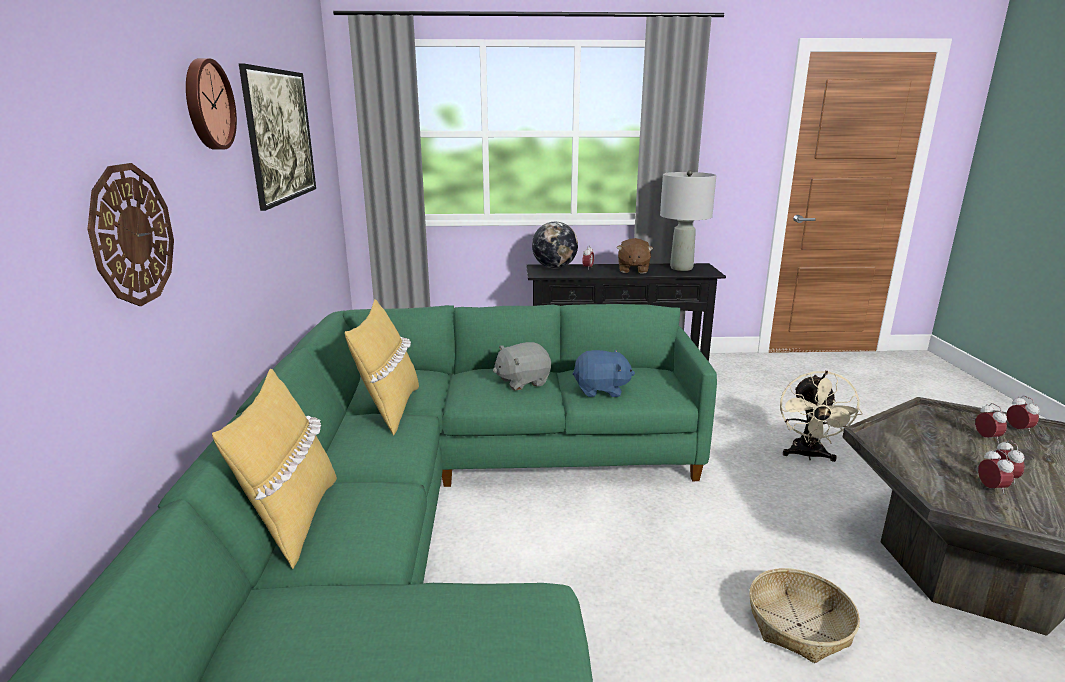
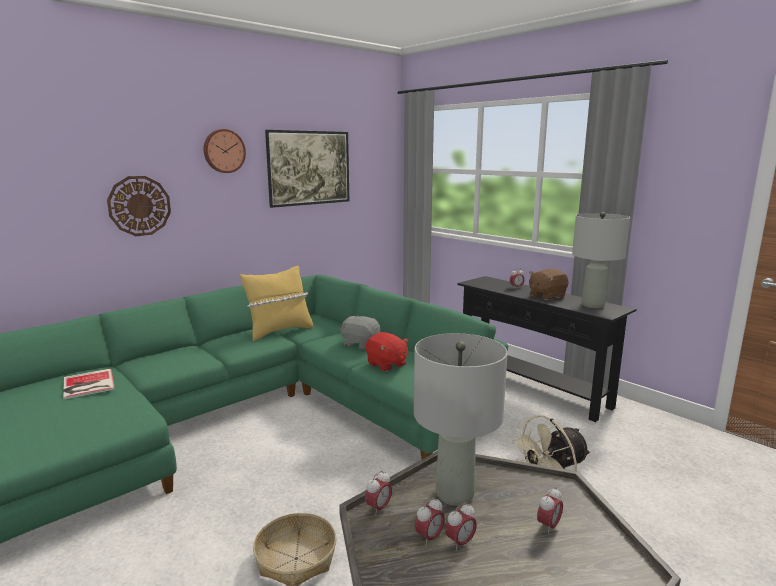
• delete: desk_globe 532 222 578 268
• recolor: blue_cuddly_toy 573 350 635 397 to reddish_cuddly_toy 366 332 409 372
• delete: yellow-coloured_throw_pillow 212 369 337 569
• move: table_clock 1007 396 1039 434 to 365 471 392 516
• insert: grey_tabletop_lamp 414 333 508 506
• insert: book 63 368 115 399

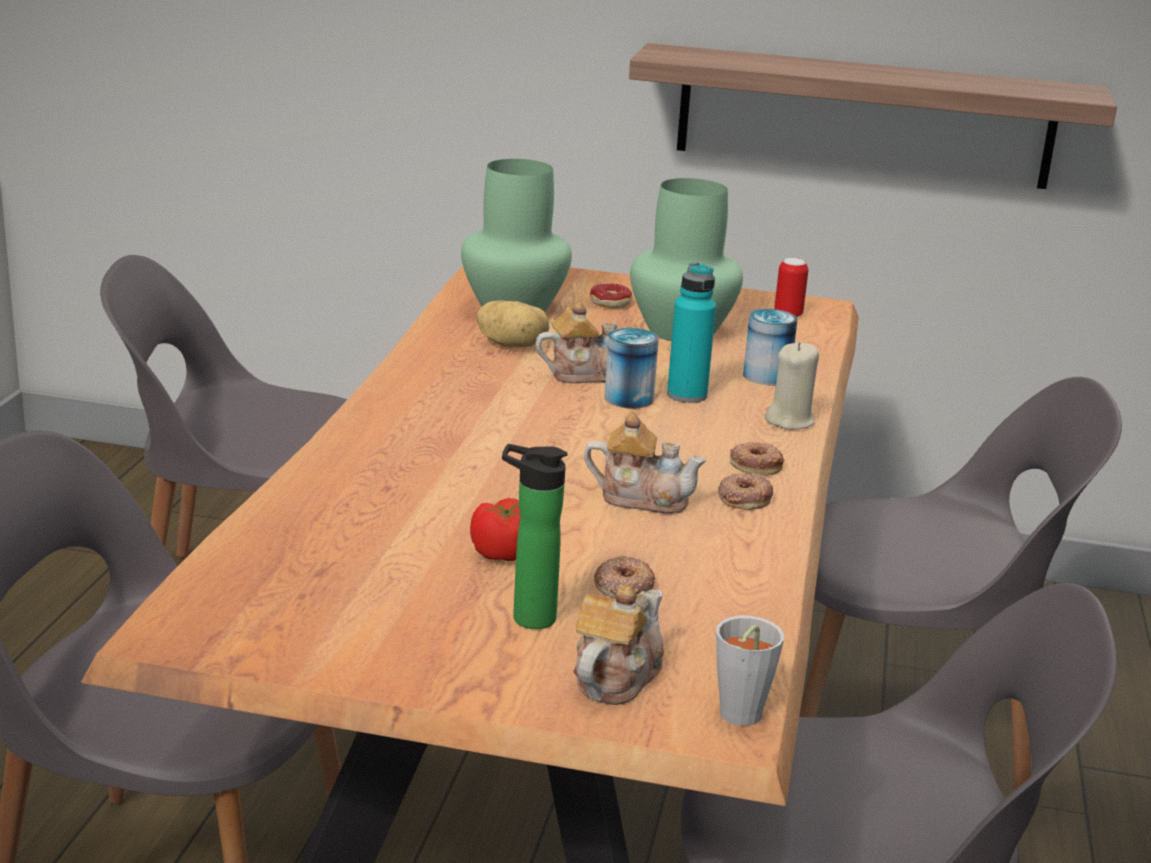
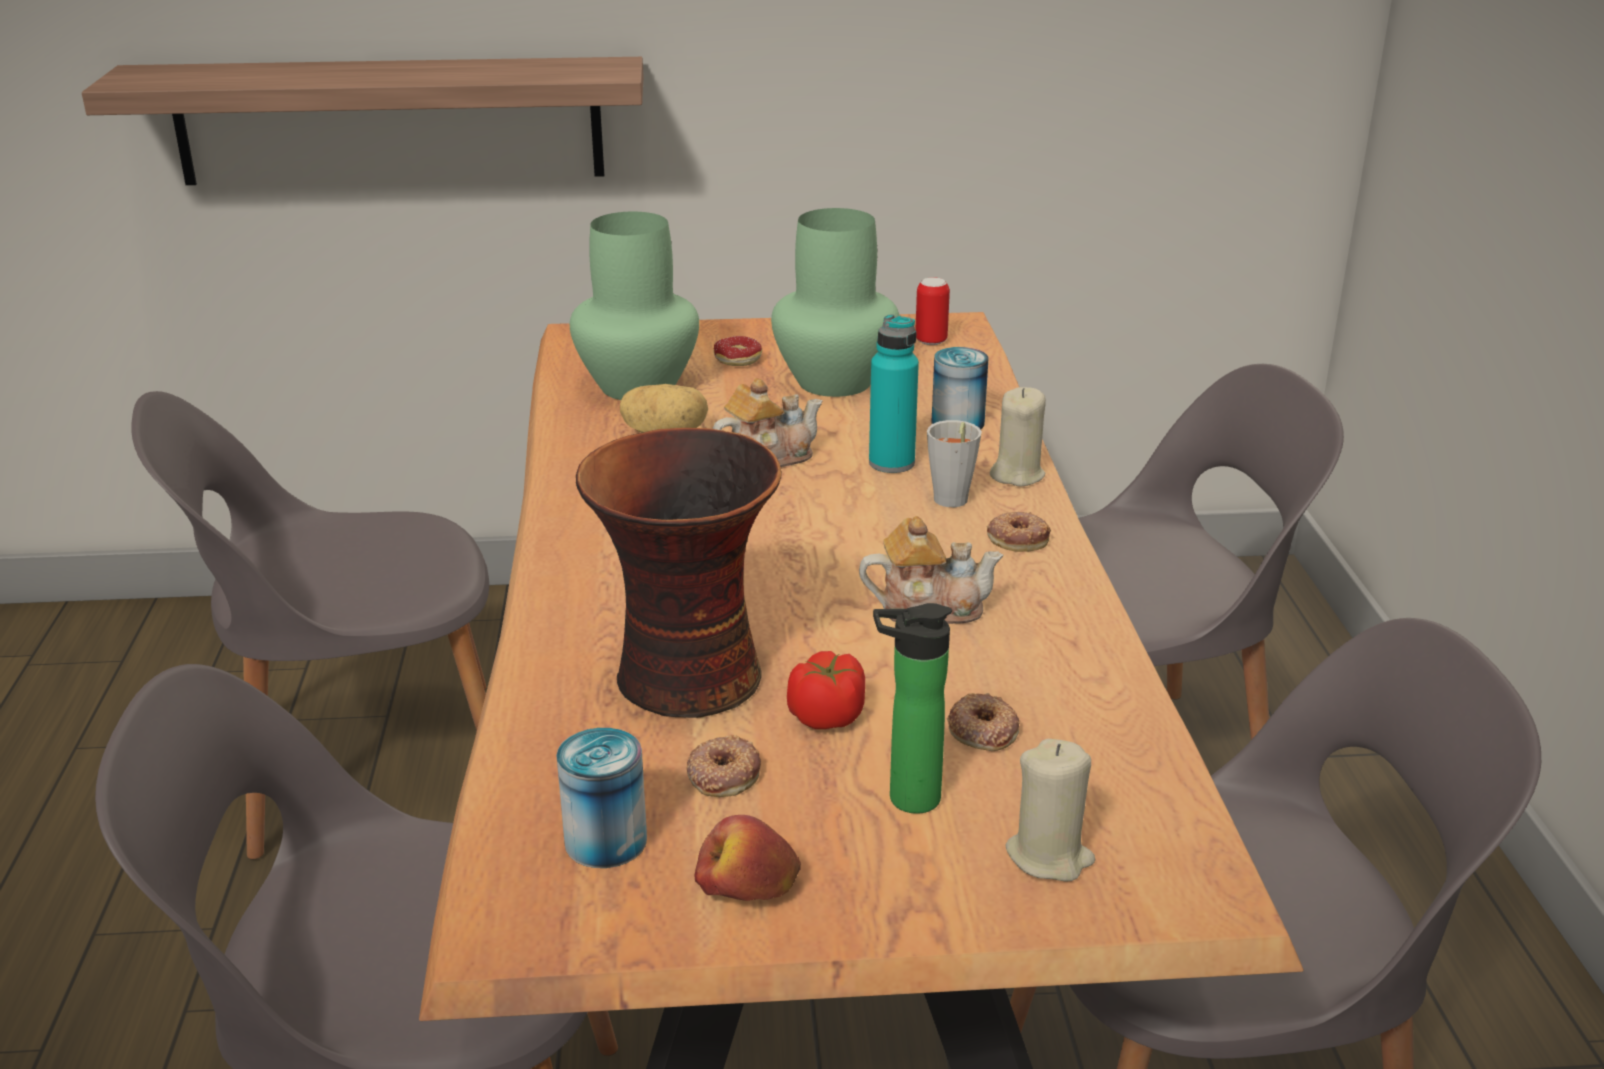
• move: wall_shelf 629 43 1117 189 to 82 57 644 185
• move: sealed_can 604 328 659 408 to 556 728 647 868
• move: ring_doughnut 718 473 773 510 to 686 735 761 797
• replace: tea_pot 573 585 664 705 to beige-coloured_candle 1005 739 1095 882
• move: grey_cup 716 616 784 726 to 927 420 982 507
• insert: flower_vase 576 428 782 718
• insert: apple_fruit 694 815 801 901

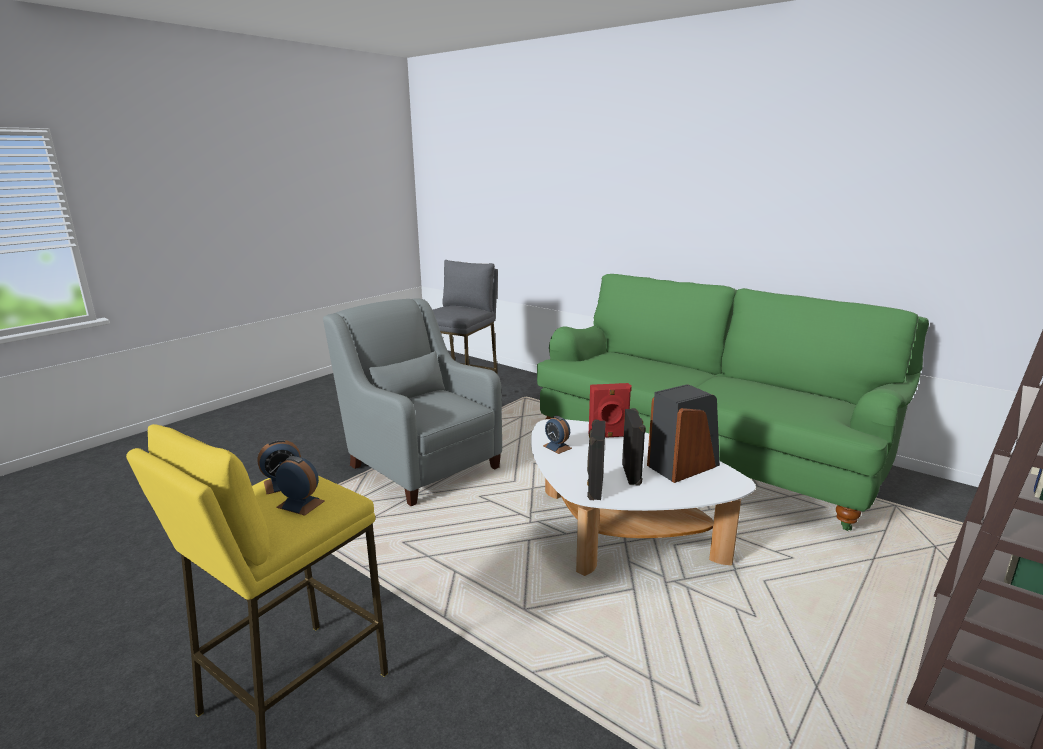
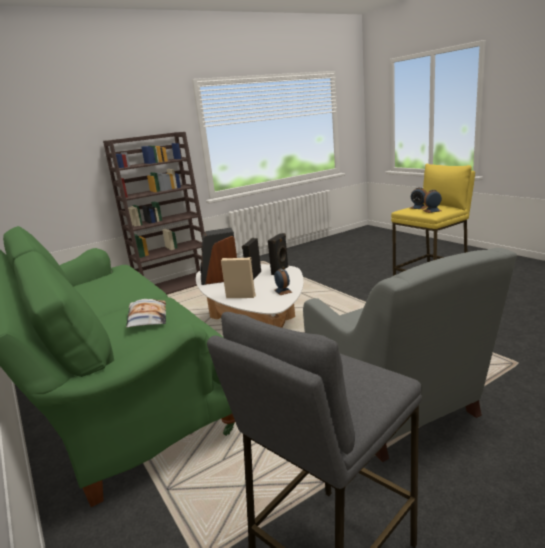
• recolor: reddish_audio_speaker 589 383 632 438 to beige-coloured_audio_speaker 221 257 256 298
• insert: throw_pillow 126 299 166 328

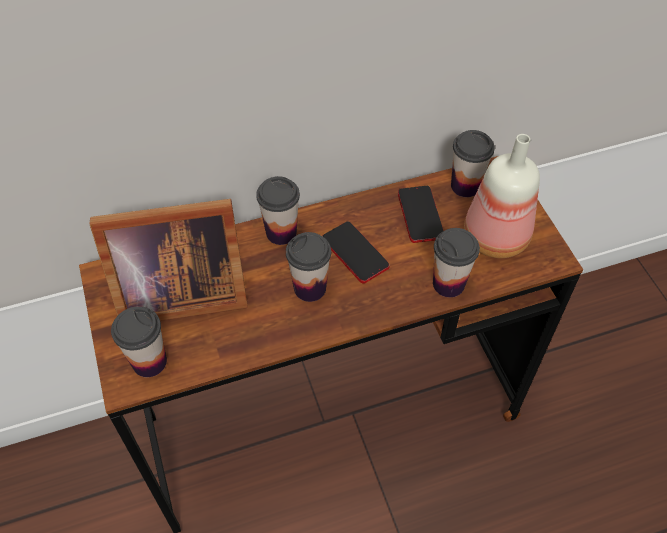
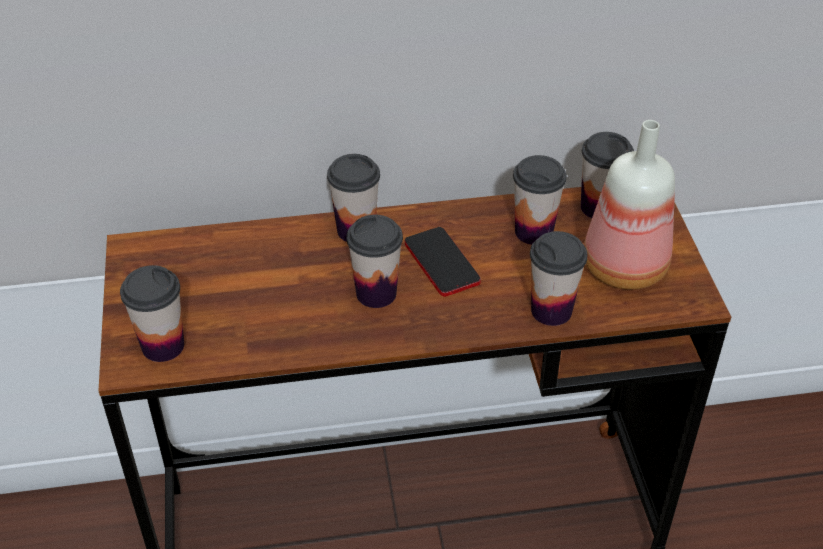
• replace: phone 398 186 443 243 to cup 513 155 566 245
• delete: picture_frame 89 199 248 321

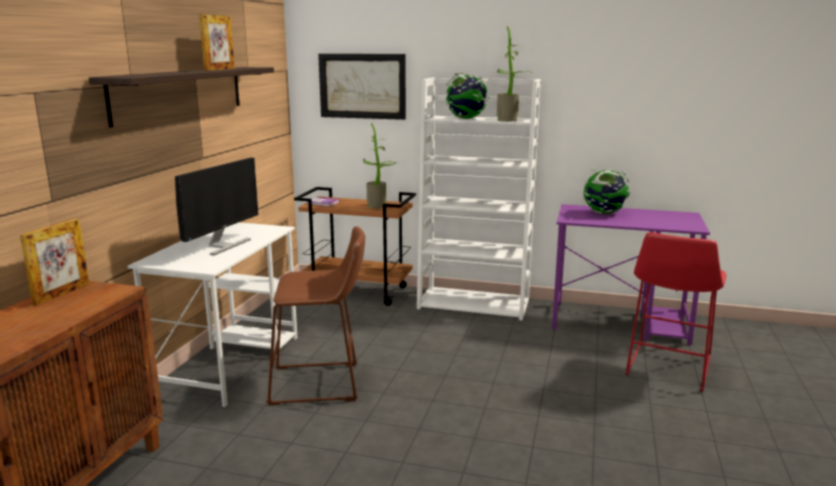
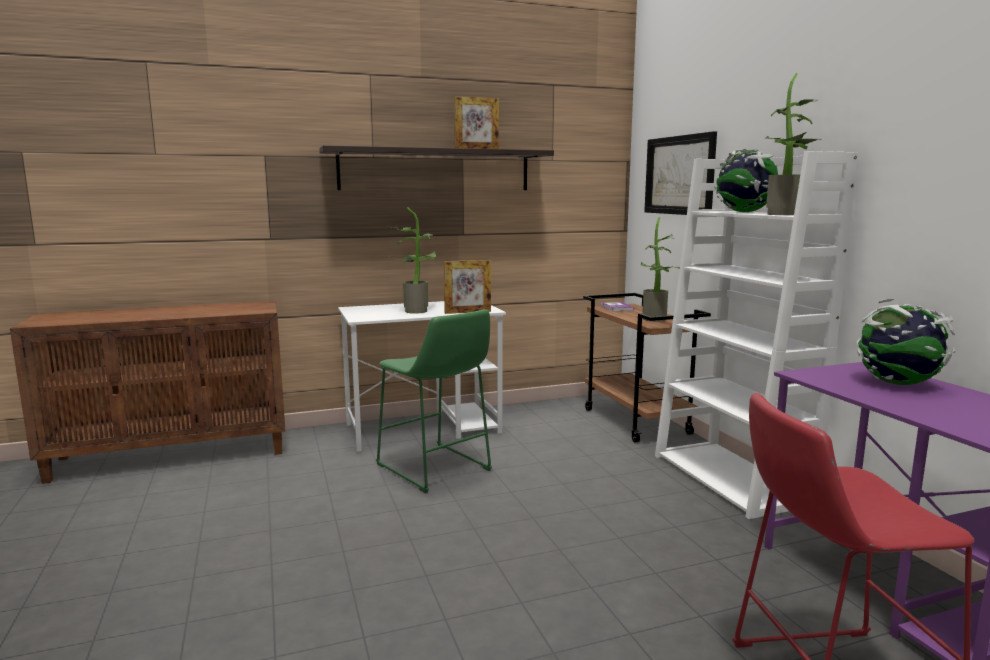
• replace: computer_screen 175 158 259 255 to houseplant 388 207 437 314
• move: picture_frame 20 219 89 306 to 444 260 491 314
• recolor: brown-coloured_stool_seat 266 226 365 405 to greenish_stool_seat 376 309 492 494

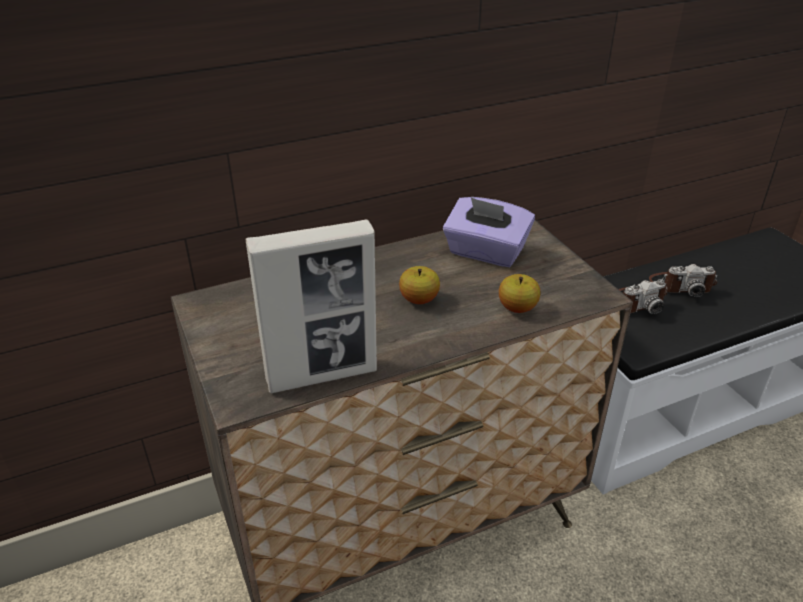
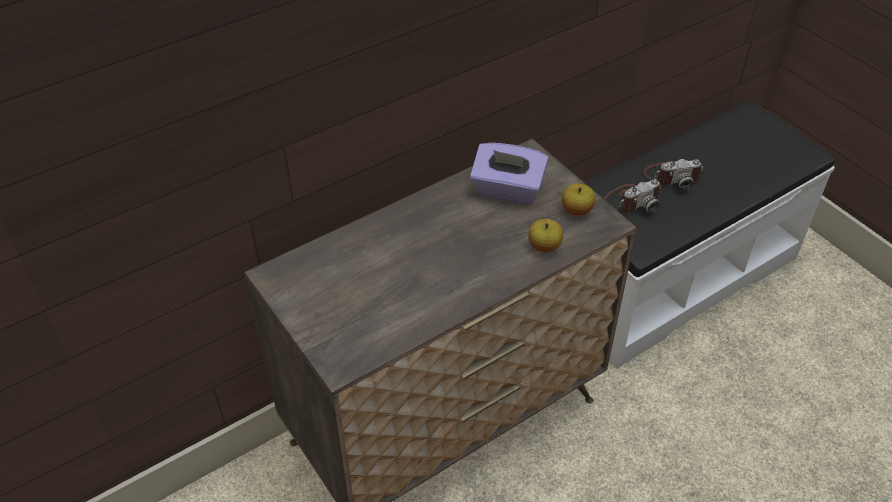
• delete: picture_frame 246 220 377 393
• move: apple_fruit 399 266 440 304 to 562 184 596 216

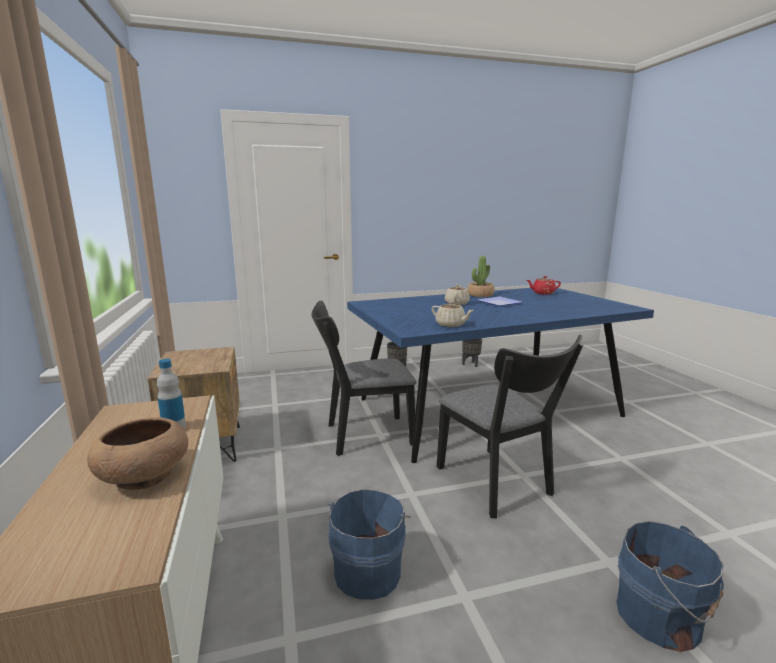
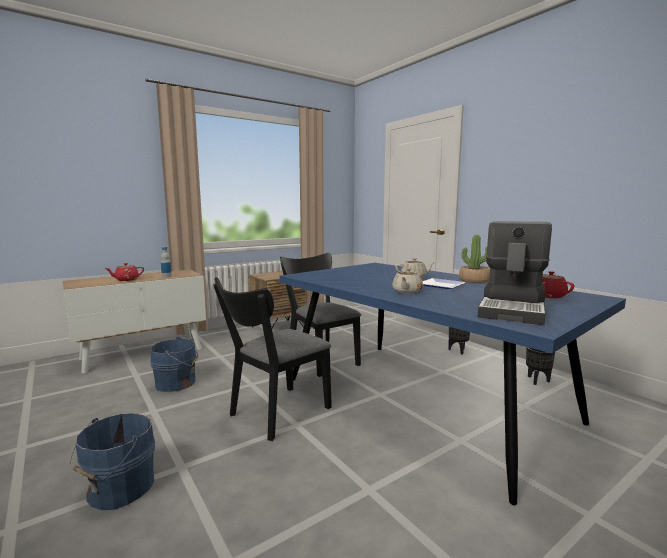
• move: beige-coloured_tea_pot 432 301 474 327 to 392 268 423 294
• replace: brown-coloured_deep_dish 87 417 188 490 to reddish_tea_pot 105 263 144 281
• insert: coffee_brewer 478 221 552 325

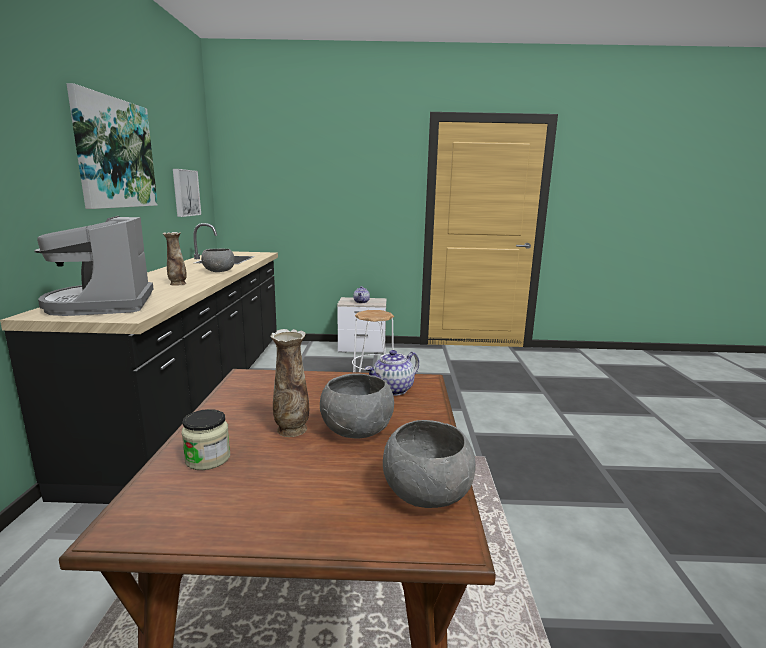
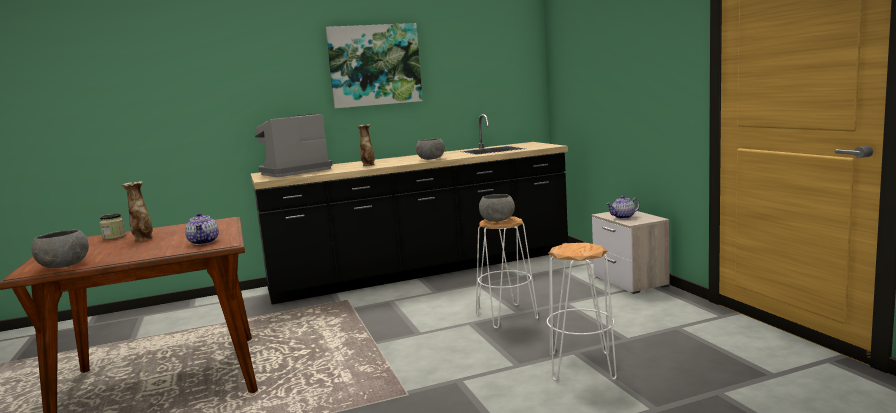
• delete: picture 173 169 201 217
• rotate: tea_pot 365 350 419 396 = 185 213 219 245 135 degrees counterclockwise
• move: grey_deep_dish 320 373 394 439 to 479 194 515 222
• insert: white-coloured_stool_seat 547 243 617 381

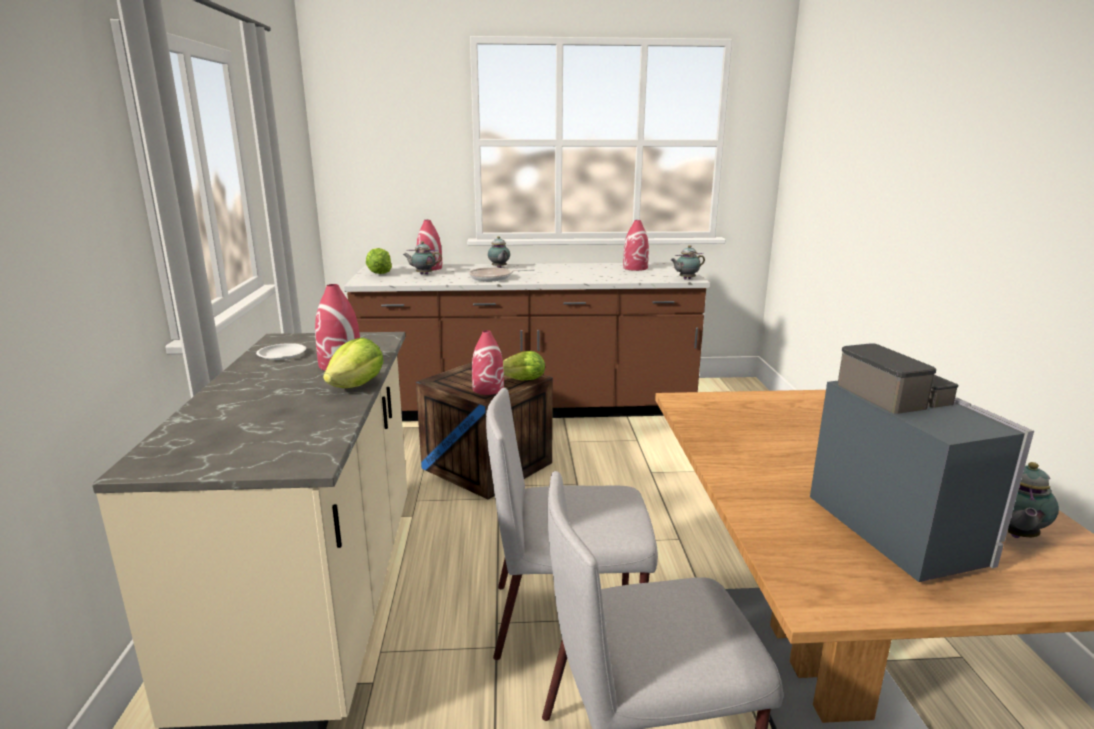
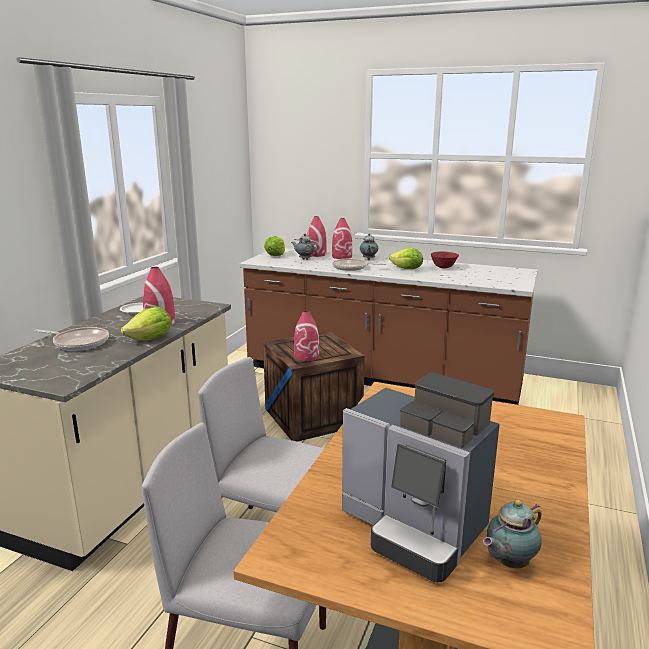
• move: reddish_flower_vase 623 220 649 271 to 332 218 352 259
• delete: tea_pot 671 245 705 280
• rotate: coffee_brewer 810 343 1034 582 = 342 373 500 582 120 degrees clockwise
• move: lettuce_head 503 351 545 380 to 389 248 423 269
• insert: reddish_deep_dish 431 251 459 269
• insert: skillet 34 327 109 351

